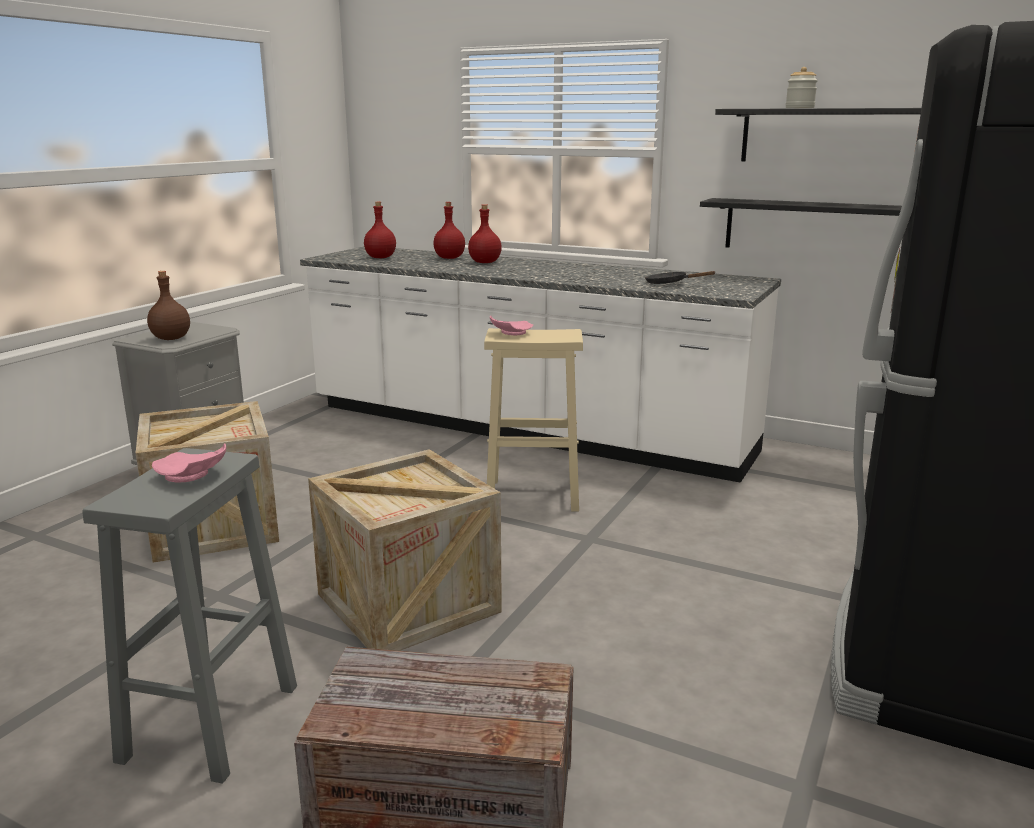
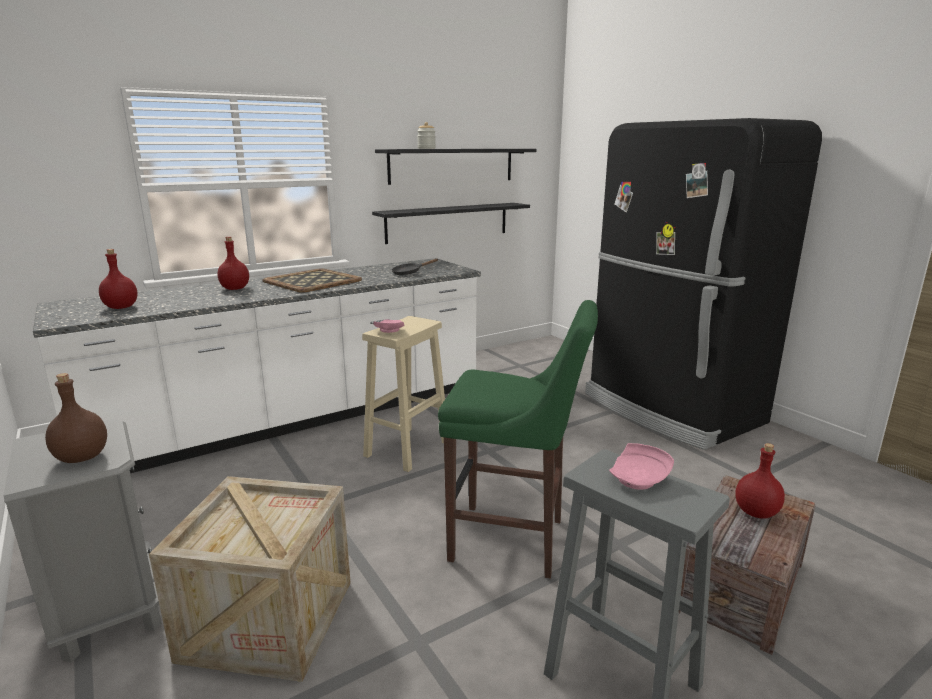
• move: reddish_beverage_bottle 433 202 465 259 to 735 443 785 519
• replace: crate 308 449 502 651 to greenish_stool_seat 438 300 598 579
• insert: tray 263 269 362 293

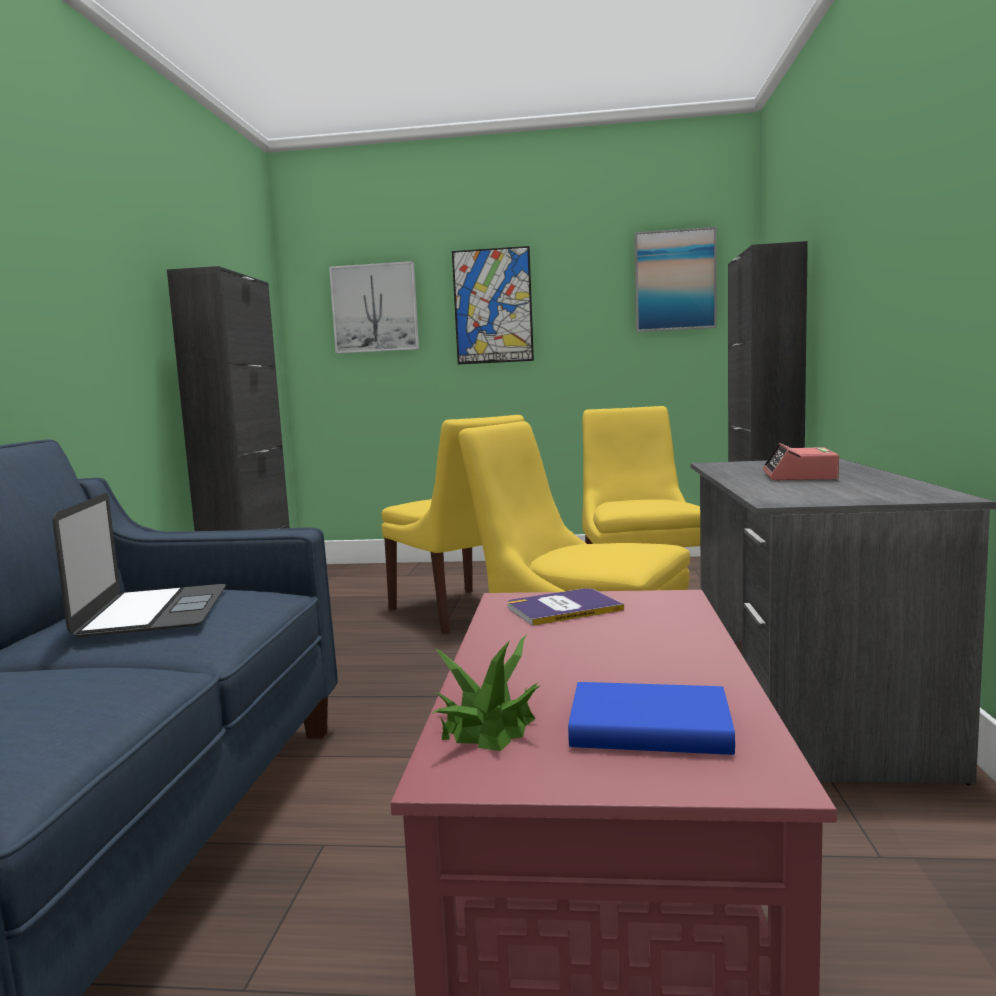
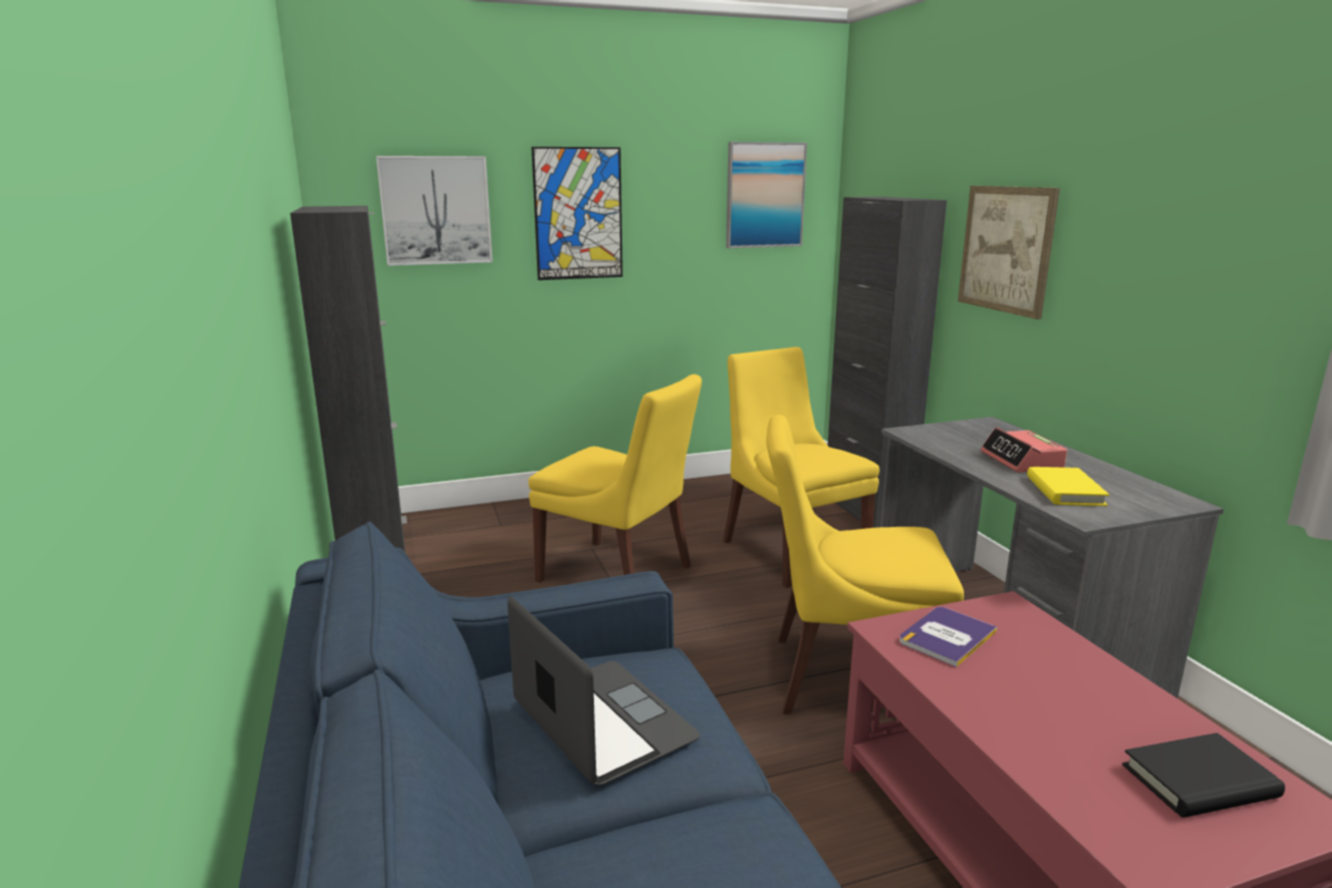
• delete: houseplant 432 635 540 751
• recolor: blue_book 568 682 735 755 to black-coloured_book 1122 733 1285 818
• insert: picture 958 186 1060 319
• insert: yellow-coloured_book 1027 467 1110 506

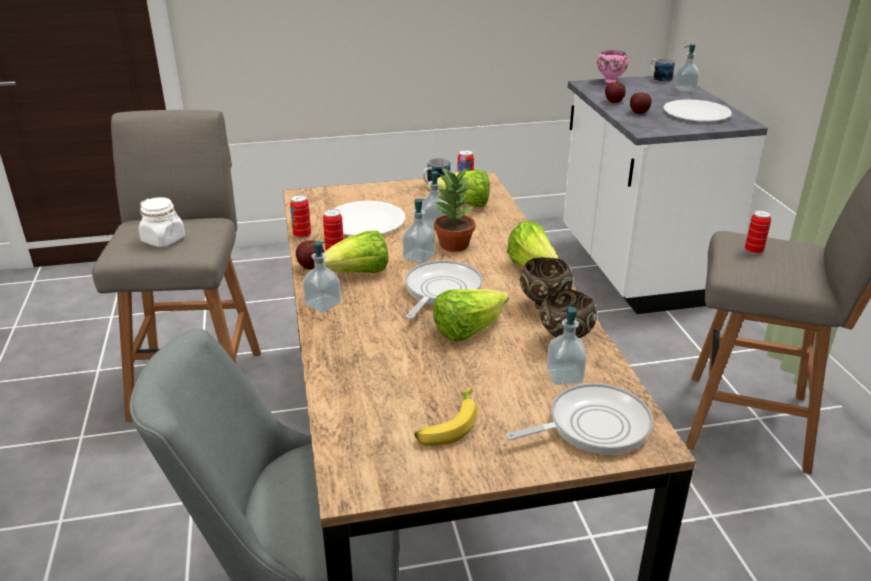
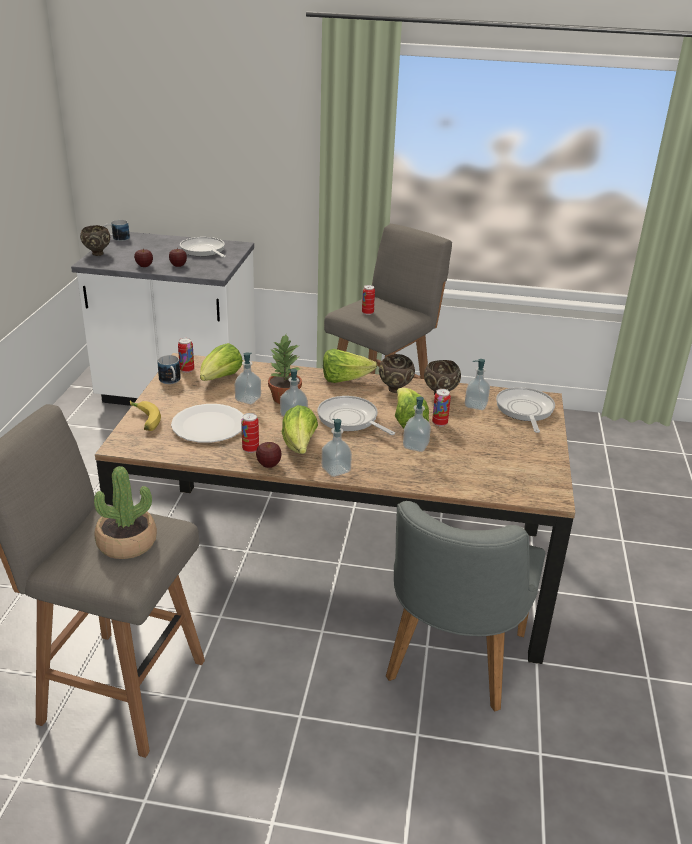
• move: liquid_soap_bottle 675 44 699 92 to 403 397 431 452
• recolor: pinkish_deep_dish 597 50 629 83 to brown-coloured_deep_dish 80 225 110 256
• replace: white-coloured_flat_dish 663 99 732 122 to skillet 180 237 226 258
• move: sealed_can 290 195 311 239 to 432 389 451 426
• replace: white-coloured_preserve_jar 139 197 185 247 to houseplant 94 466 157 559
• move: banana 414 388 478 446 to 130 400 161 431

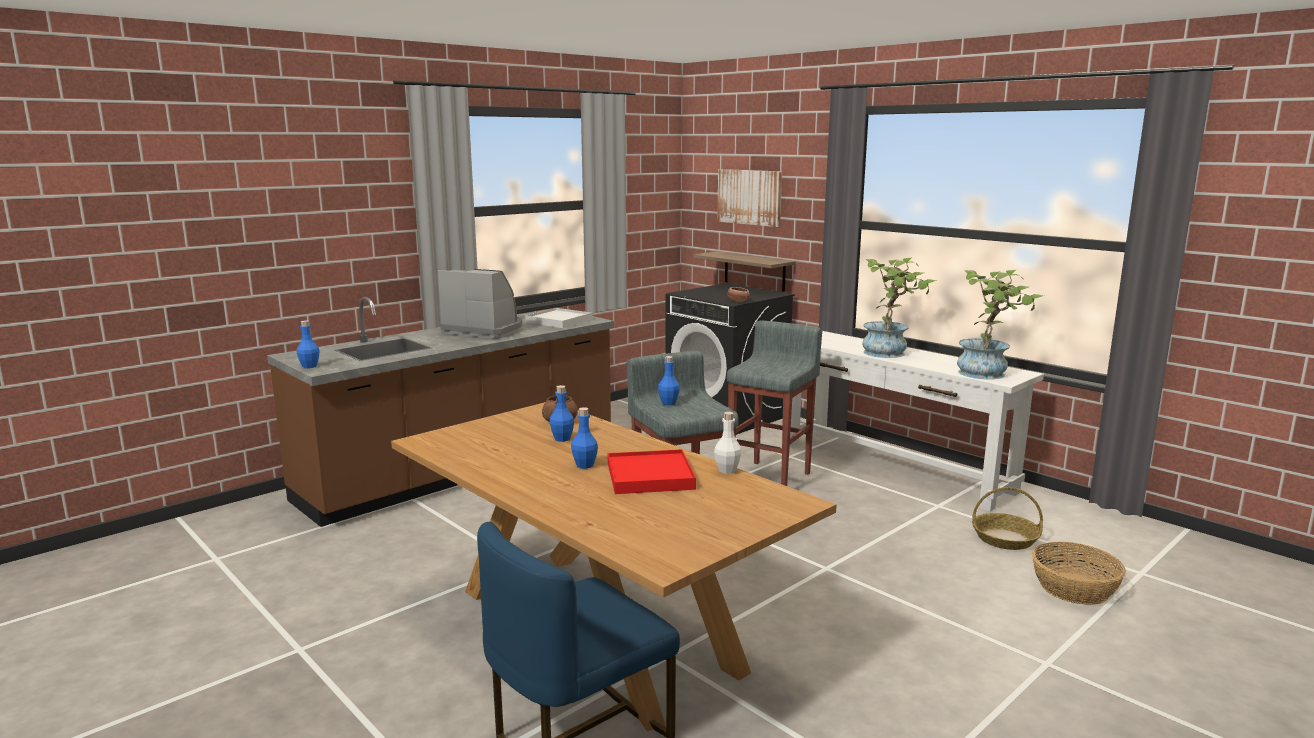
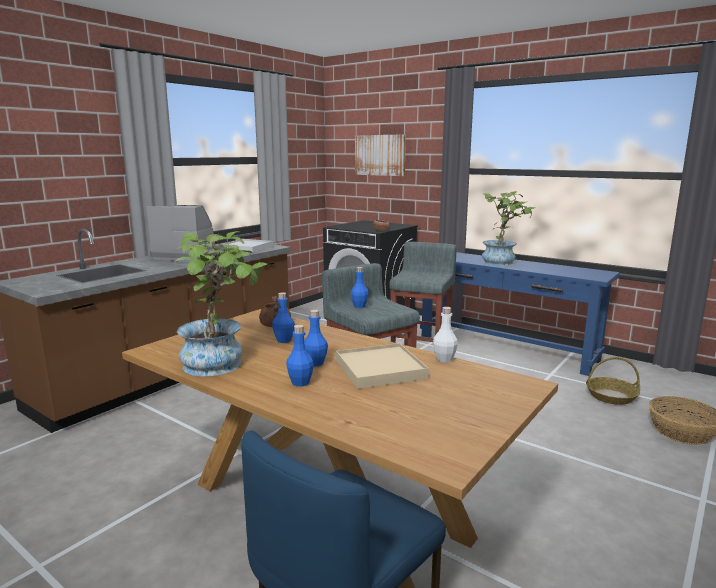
• delete: wall_shelf 693 251 795 291
• move: houseplant 957 270 1044 379 to 175 231 267 376
• move: blue_beverage_bottle 297 320 320 368 to 286 325 314 387
• recolor: white-coloured_hall_table 790 331 1044 511 to blue_hall_table 420 252 620 376
• recolor: reddish_tray 608 449 696 494 to beige-coloured_tray 336 343 429 389

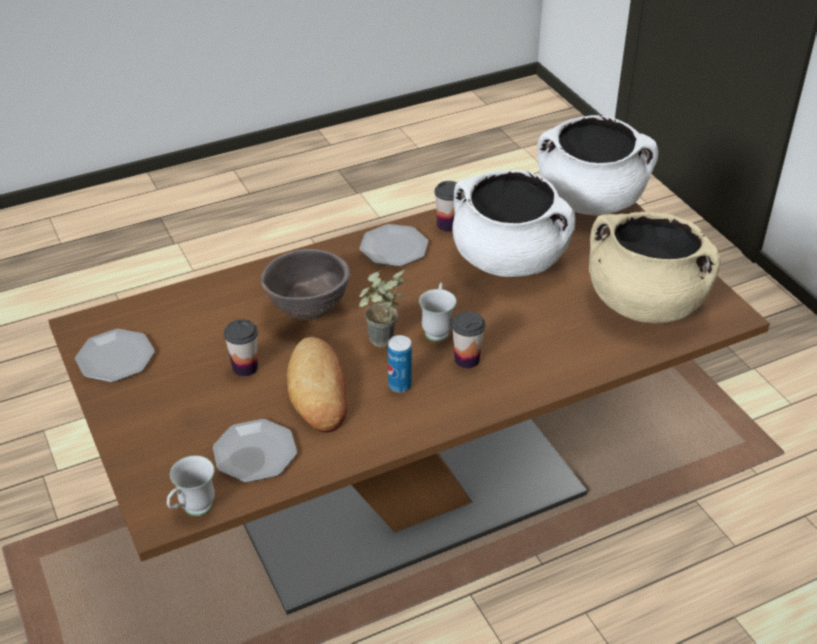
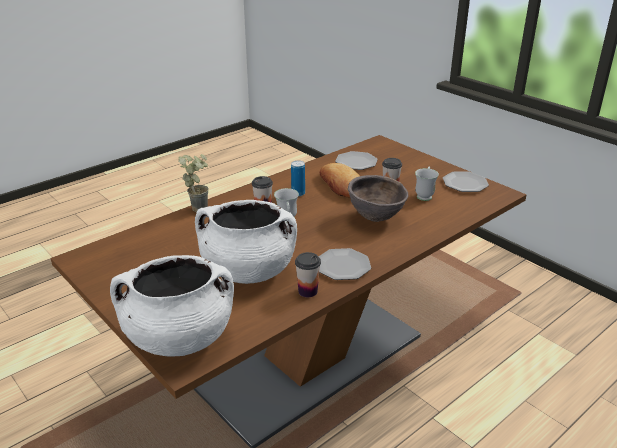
• delete: beige-coloured_saucepot 589 212 720 323
• move: houseplant 359 269 406 348 to 178 154 209 212
• move: white-coloured_mug 167 455 215 516 to 415 166 439 201

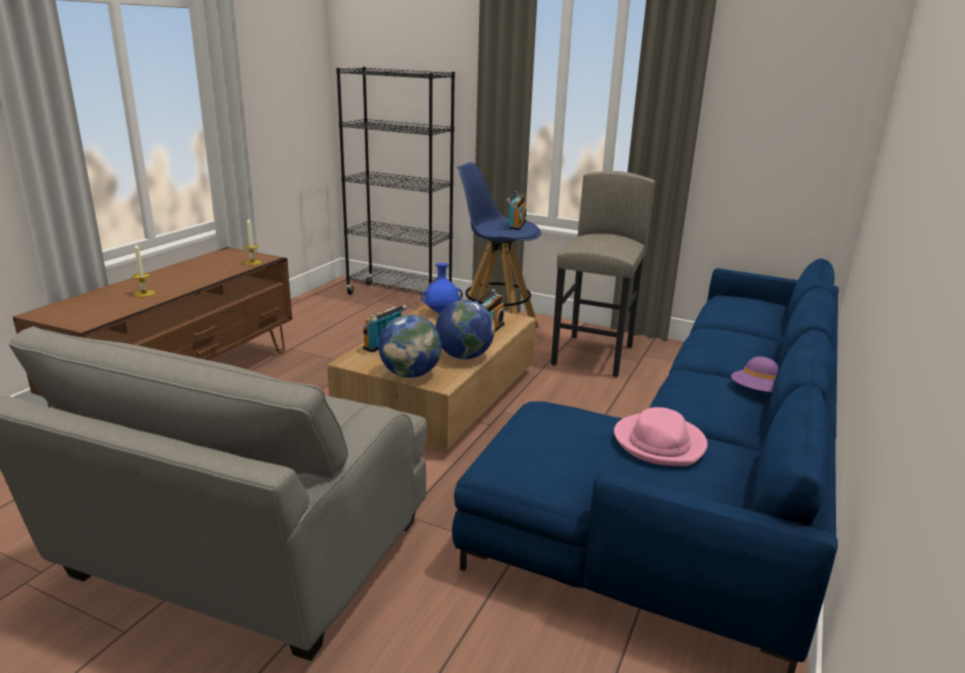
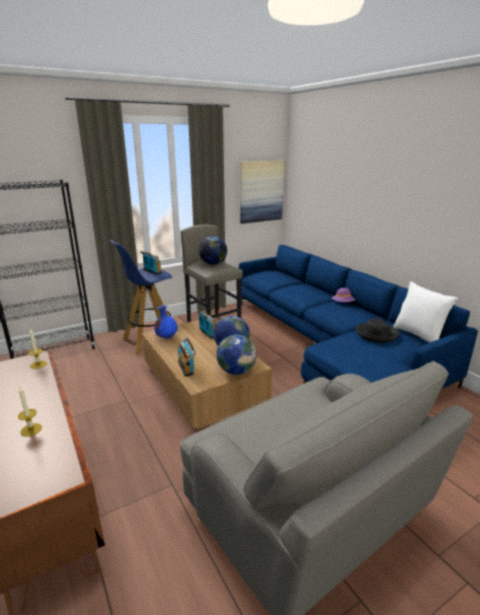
• recolor: pinkish_clothing_hat 614 407 708 466 to black-coloured_clothing_hat 356 318 400 343
• insert: picture 240 160 284 224
• insert: desk_globe 199 236 227 265
• insert: white-coloured_throw_pillow 393 281 458 342

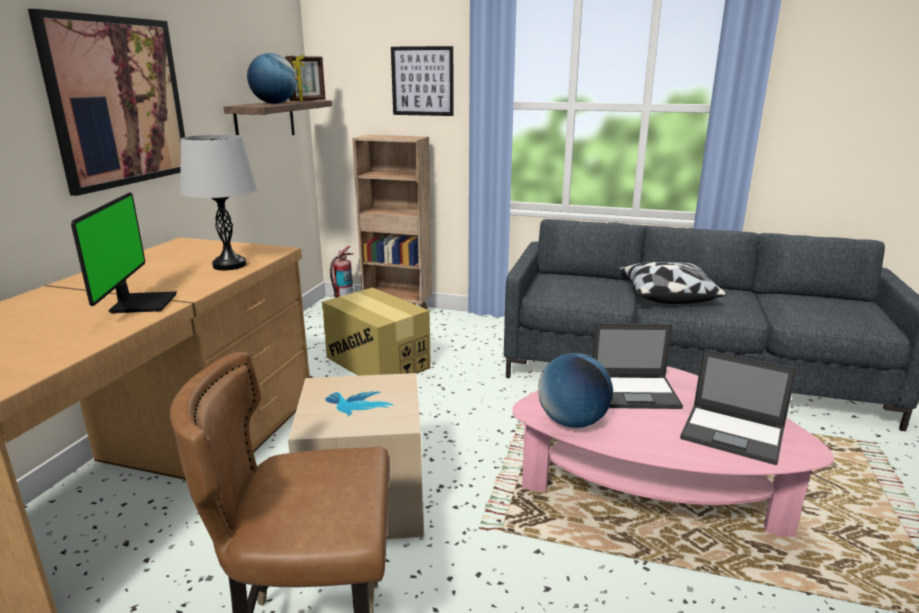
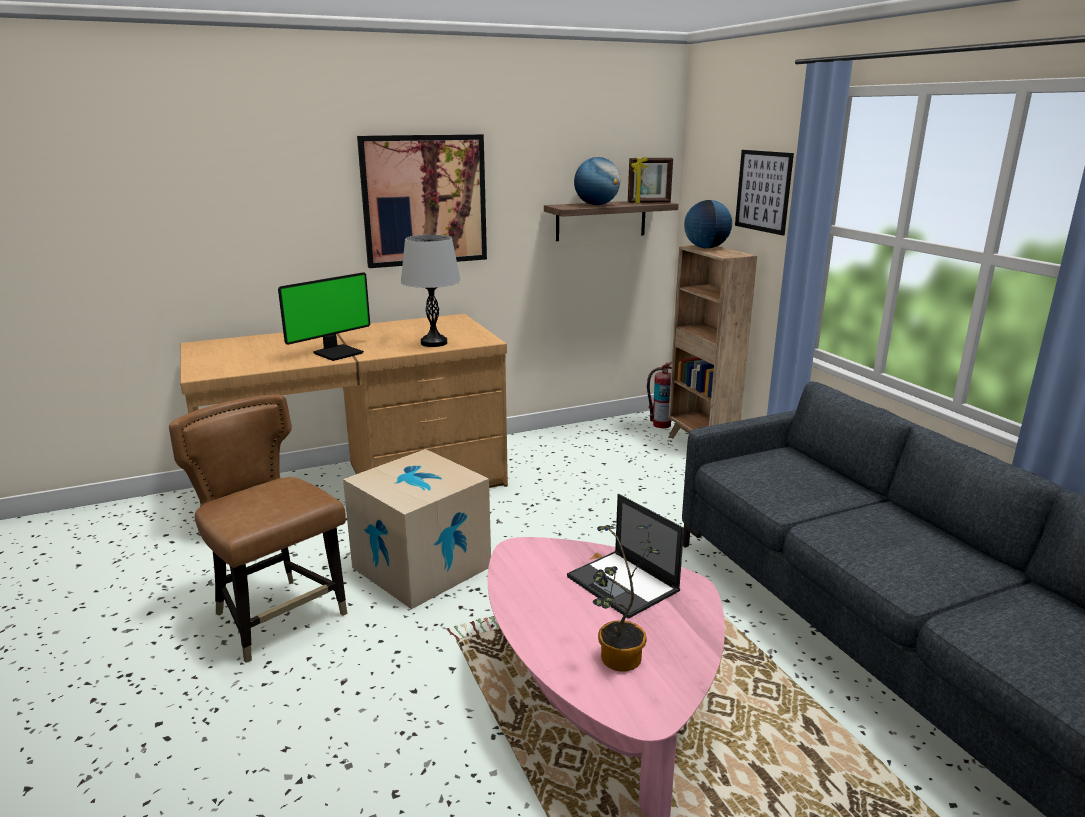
• delete: throw_pillow 619 262 727 304
• delete: cardboard_box 322 287 431 376
• replace: portable_computer 680 349 797 465 to houseplant 593 525 660 672
• move: desk_globe 538 353 613 428 to 684 200 732 248

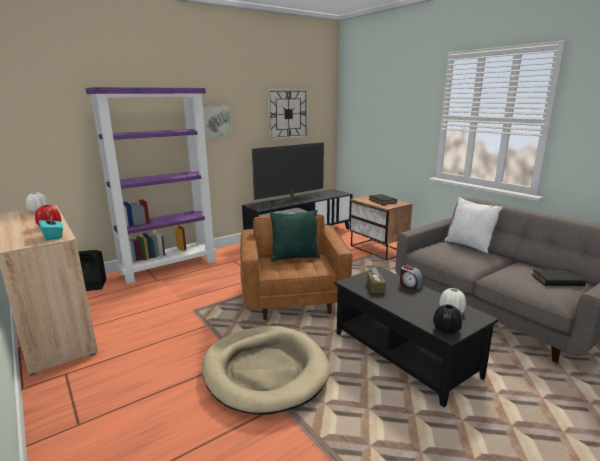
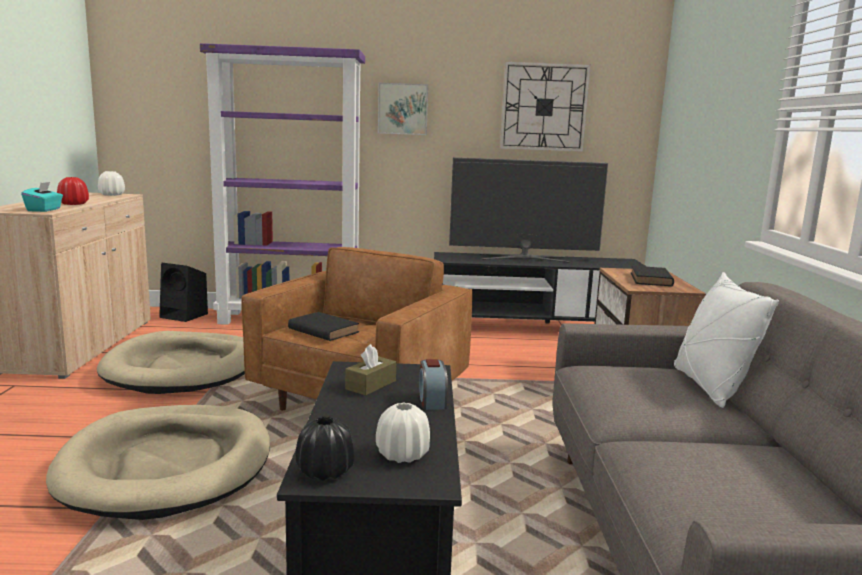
• delete: greenish_throw_pillow 269 210 320 262
• move: black-coloured_book 531 269 586 286 to 288 312 359 341
• insert: beige-coloured_dog_cushion 97 331 245 394

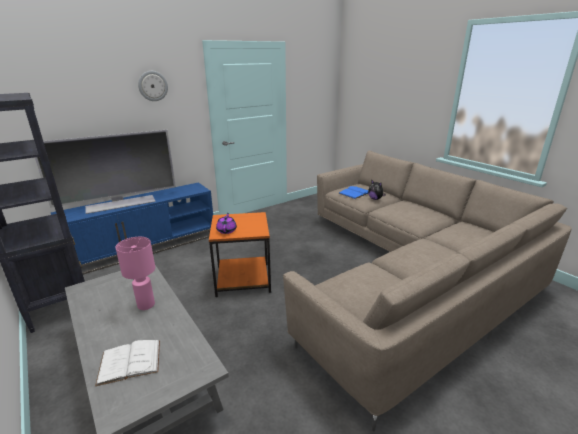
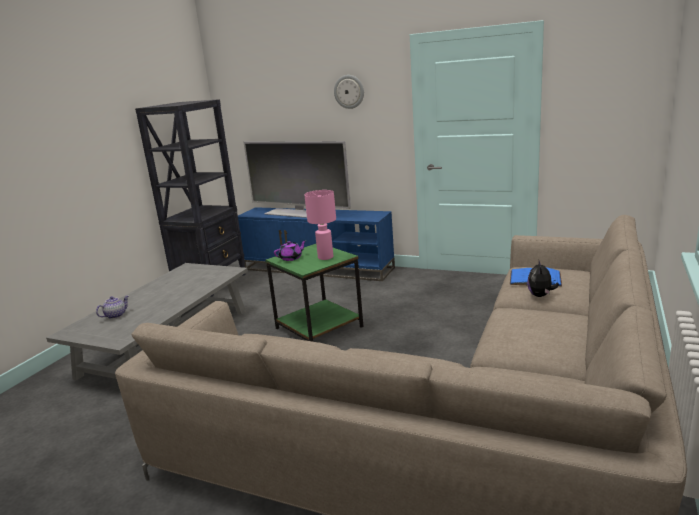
• recolor: orange-coloured_end_table 209 212 271 297 to greenish_end_table 265 244 363 342
• move: pinkish_tabletop_lamp 115 237 155 310 to 304 190 336 260
• replace: white-coloured_book 95 340 160 386 to tea_pot 96 295 129 319

